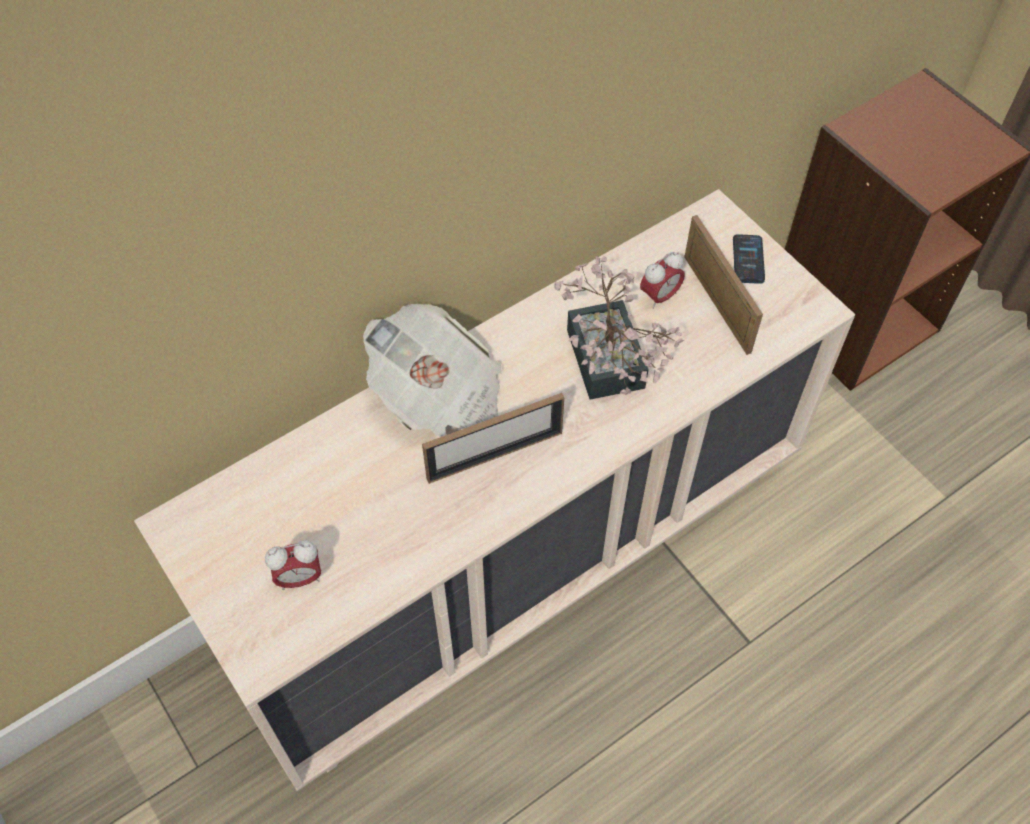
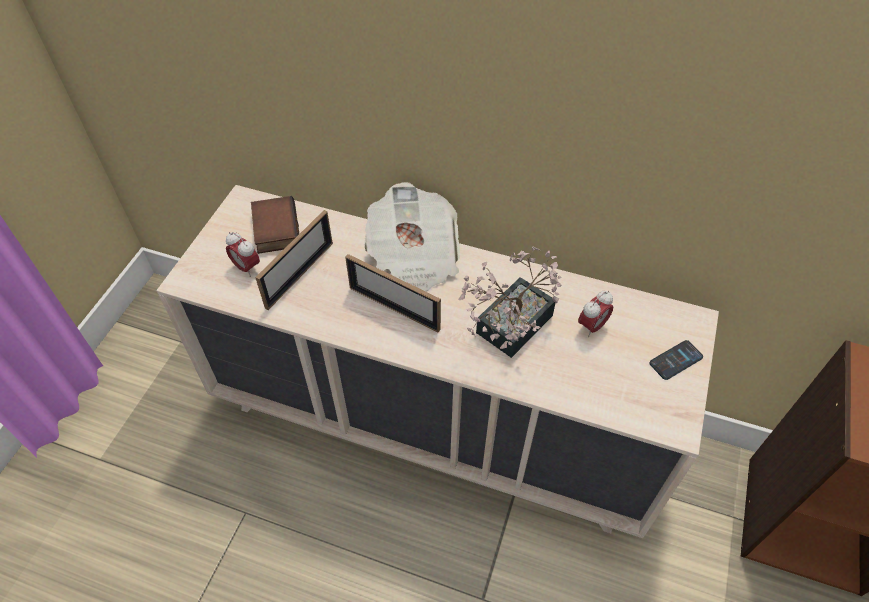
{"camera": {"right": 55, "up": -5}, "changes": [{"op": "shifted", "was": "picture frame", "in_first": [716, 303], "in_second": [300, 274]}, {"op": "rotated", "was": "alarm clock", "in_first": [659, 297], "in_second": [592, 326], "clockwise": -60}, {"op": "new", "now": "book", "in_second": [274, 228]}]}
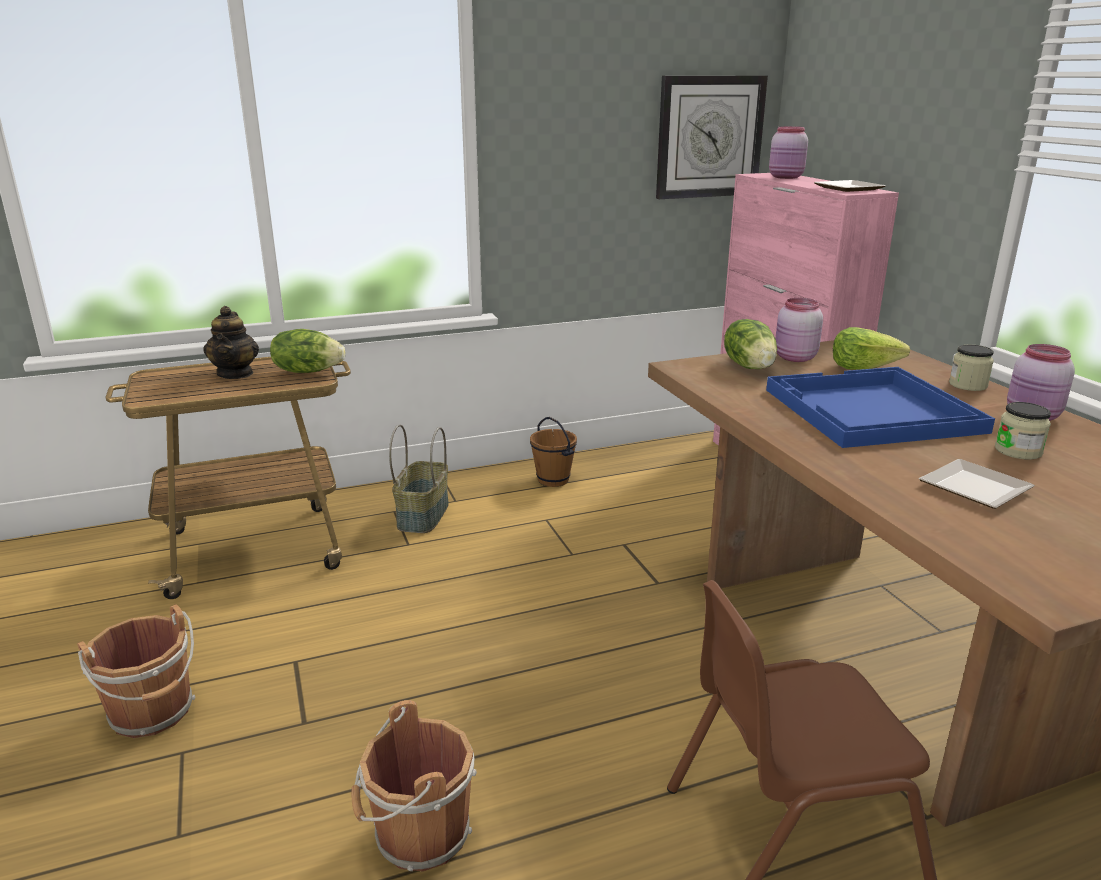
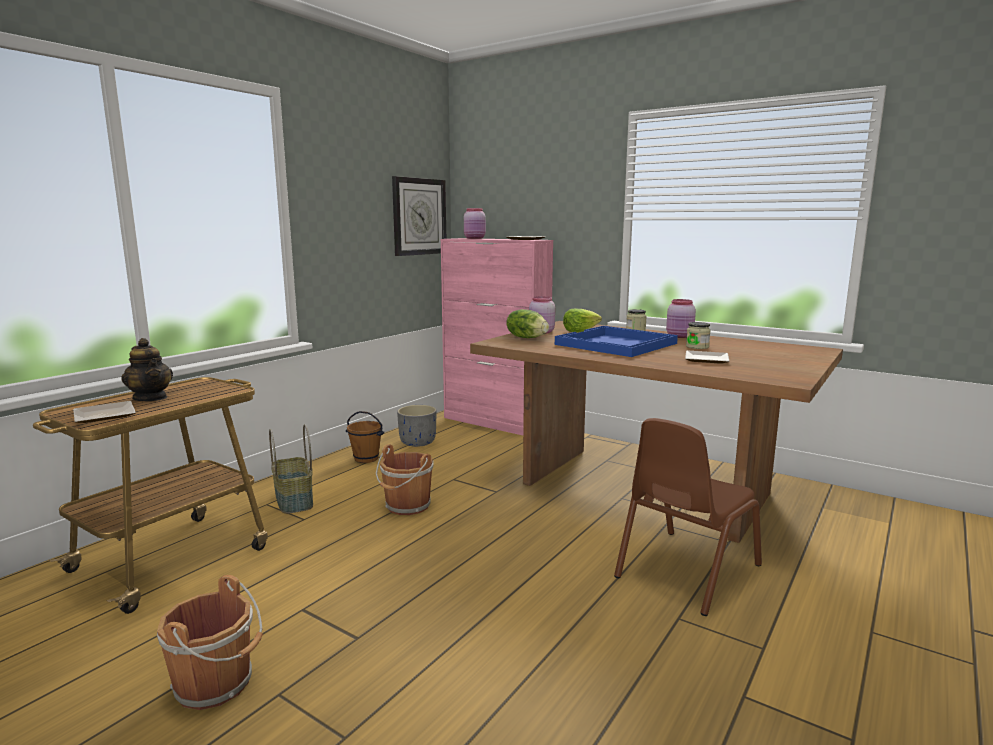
{"camera": {"right": -35, "up": -10}, "changes": [{"op": "gone", "was": "lettuce", "in_first": [308, 371]}, {"op": "shifted", "was": "brown bucket", "in_first": [418, 835], "in_second": [407, 506]}, {"op": "new", "now": "plate", "in_second": [103, 416]}, {"op": "new", "now": "grey planter", "in_second": [417, 442]}]}
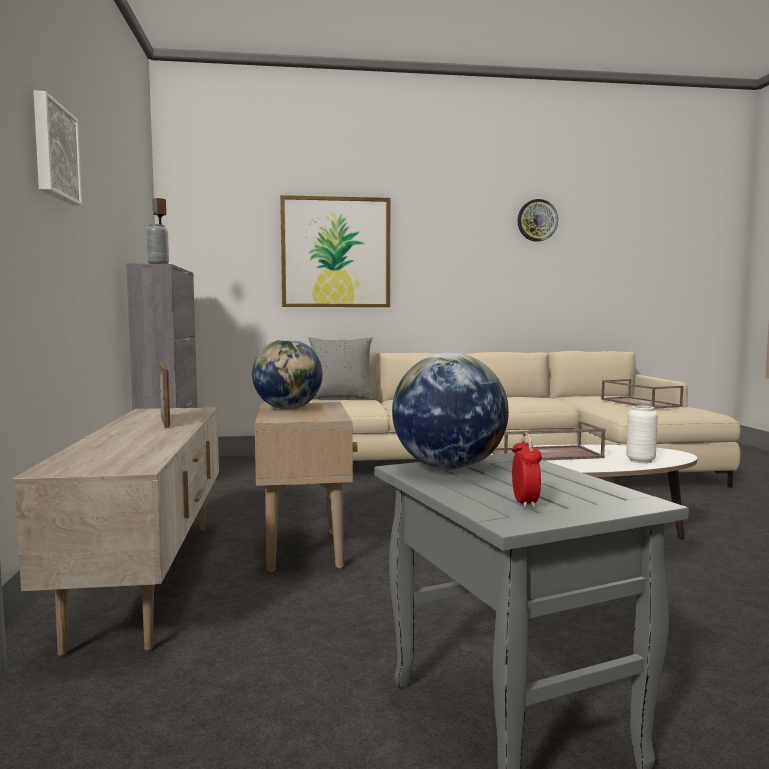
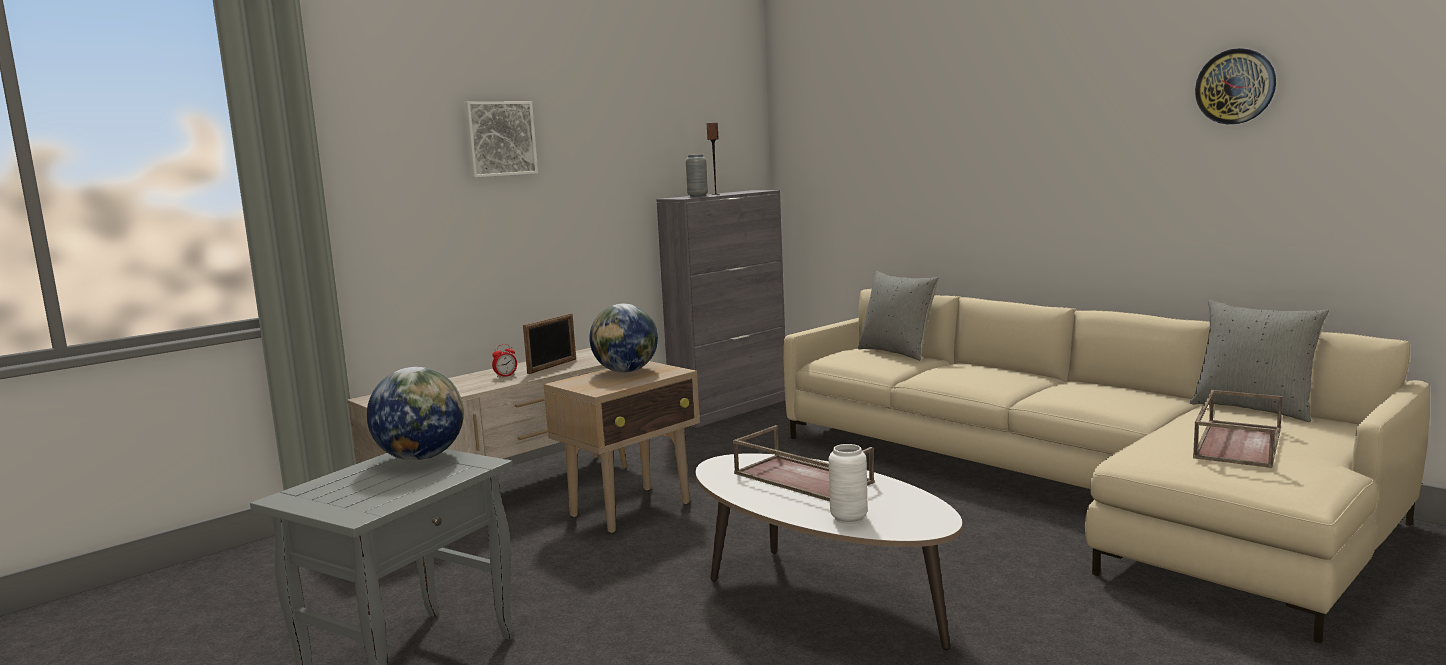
{"camera": {"right": 55, "up": 5}, "changes": [{"op": "gone", "was": "picture", "in_first": [336, 252]}, {"op": "shifted", "was": "alarm clock", "in_first": [525, 503], "in_second": [505, 376]}, {"op": "new", "now": "grey pillow", "in_second": [1253, 409]}]}
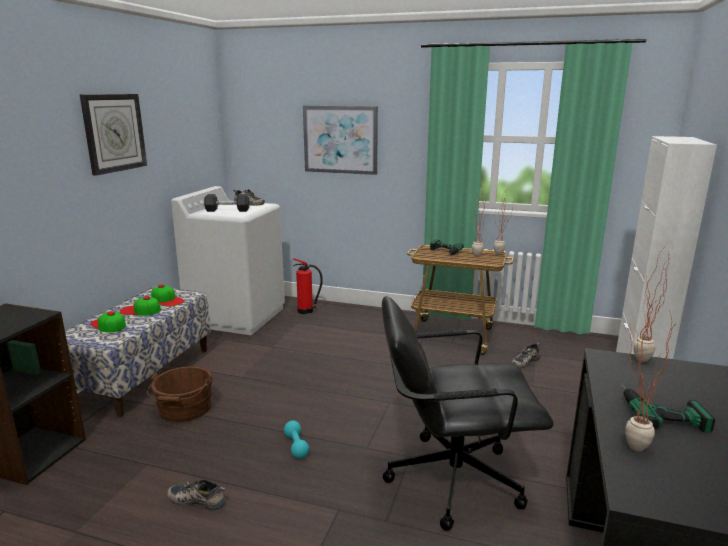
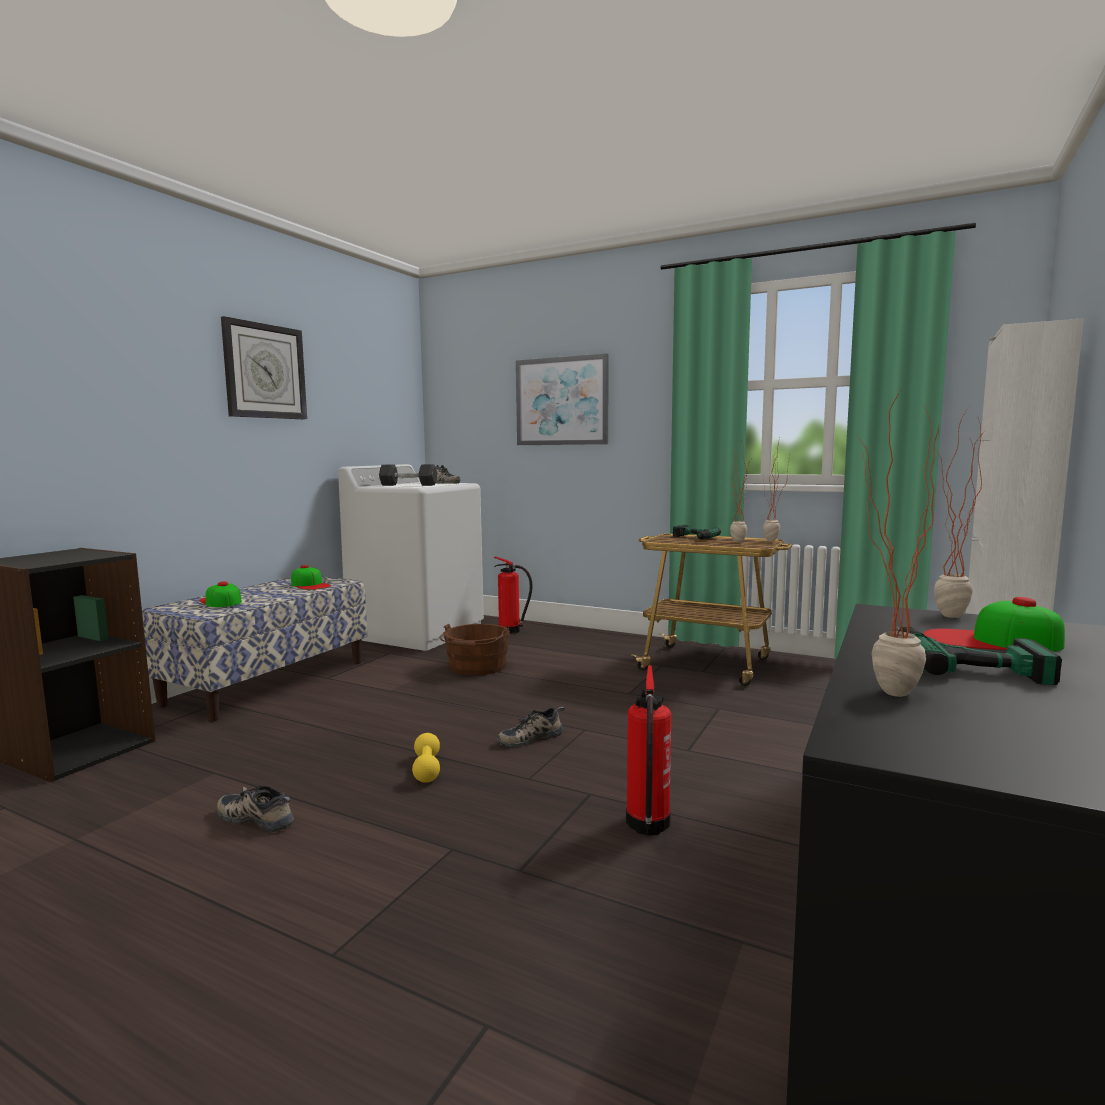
{"camera": {"right": 10, "up": -10}, "changes": [{"op": "shifted", "was": "cap", "in_first": [140, 310], "in_second": [991, 641]}, {"op": "swapped", "was": "black office chair", "now": "fire extinguisher", "in_first": [452, 478], "in_second": [647, 825]}, {"op": "shifted", "was": "shoe", "in_first": [525, 361], "in_second": [530, 737]}, {"op": "shifted", "was": "brown bucket", "in_first": [184, 410], "in_second": [476, 667]}, {"op": "repainted", "was": "turquoise dumbbell", "now": "yellow dumbbell", "in_first": [296, 446], "in_second": [427, 769]}]}
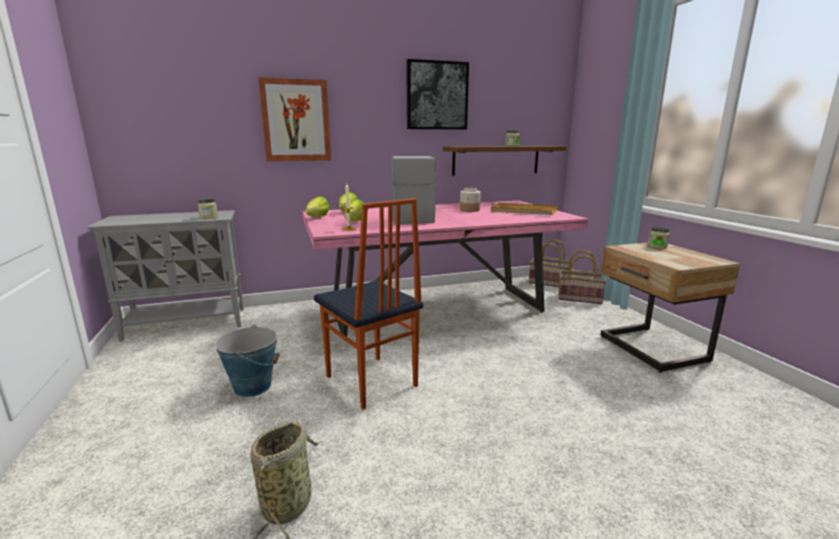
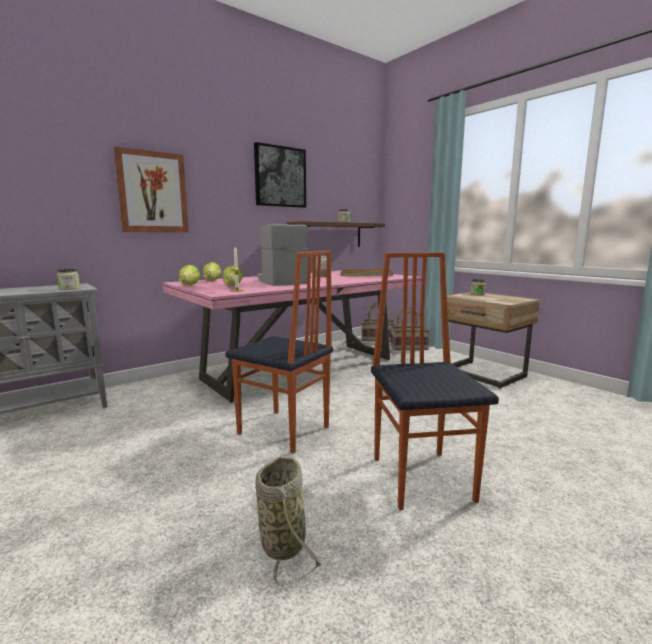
{"camera": {"right": -20, "up": -5}, "changes": [{"op": "gone", "was": "bucket", "in_first": [253, 386]}, {"op": "new", "now": "chair", "in_second": [423, 477]}]}
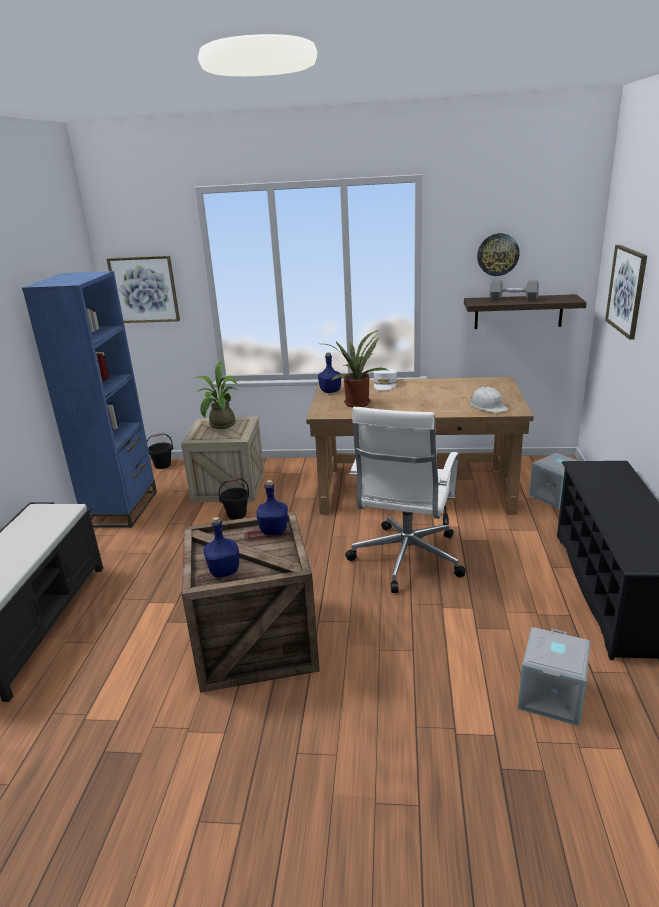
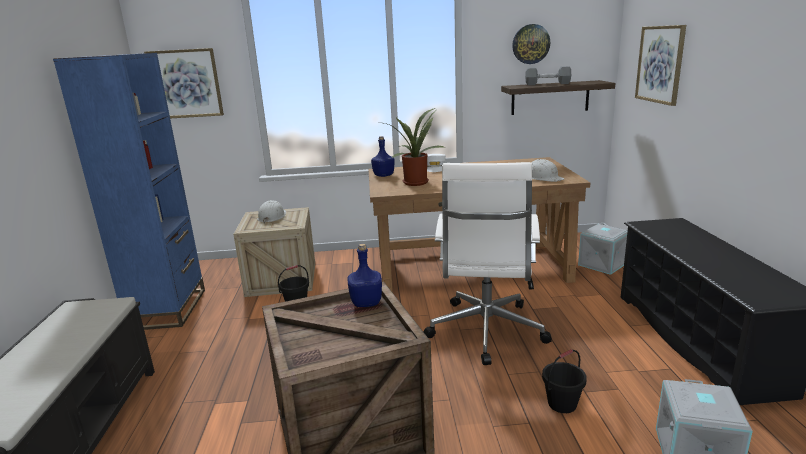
{"camera": {"right": -10, "up": -5}, "changes": [{"op": "swapped", "was": "potted plant", "now": "white hard hat", "in_first": [220, 426], "in_second": [272, 217]}, {"op": "shifted", "was": "black bucket", "in_first": [162, 465], "in_second": [562, 404]}, {"op": "gone", "was": "blue bottle", "in_first": [223, 571]}]}
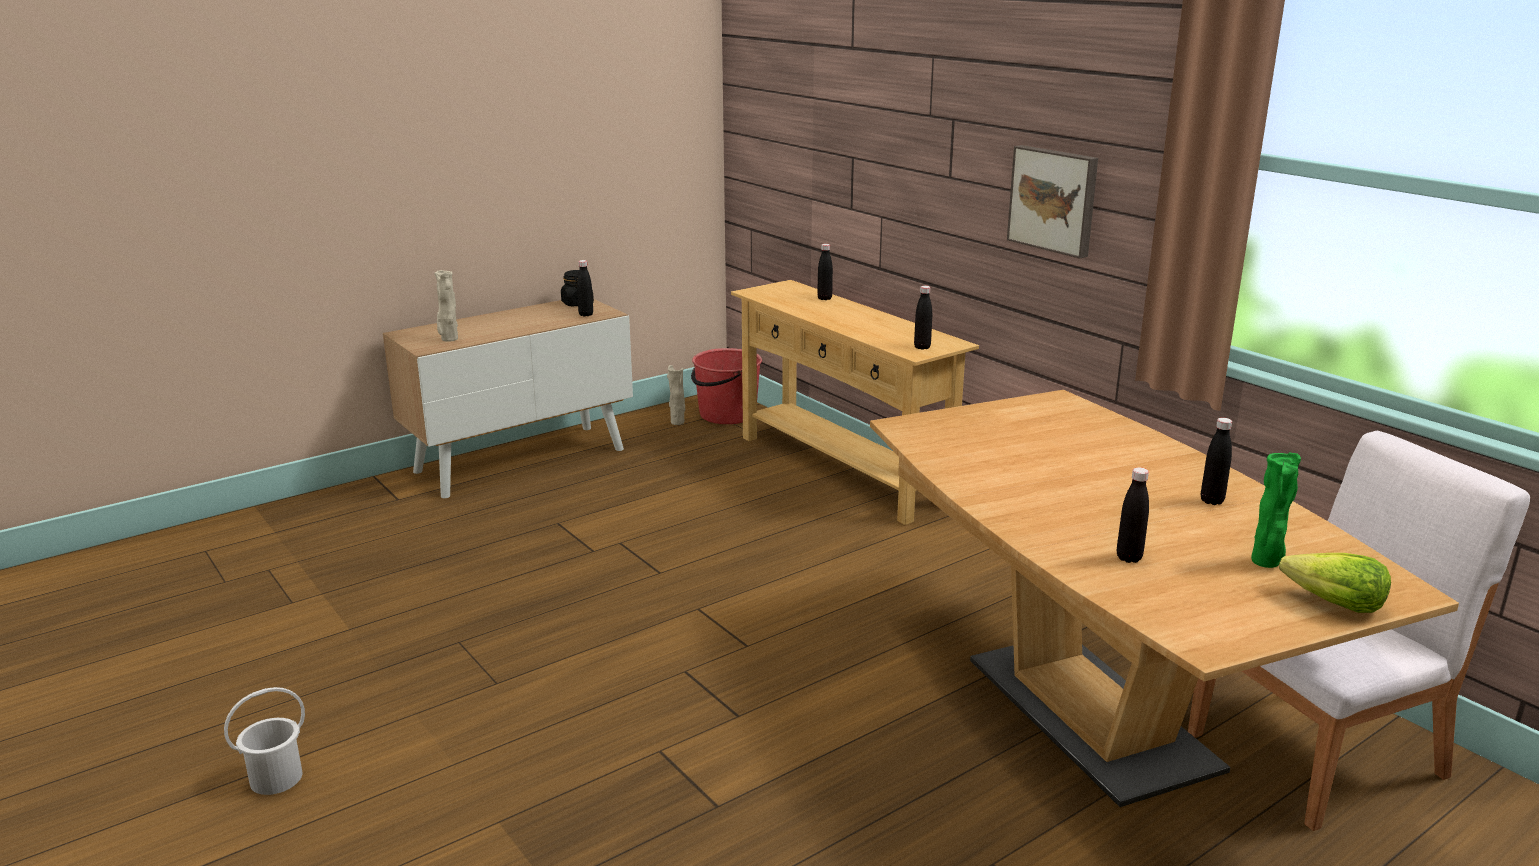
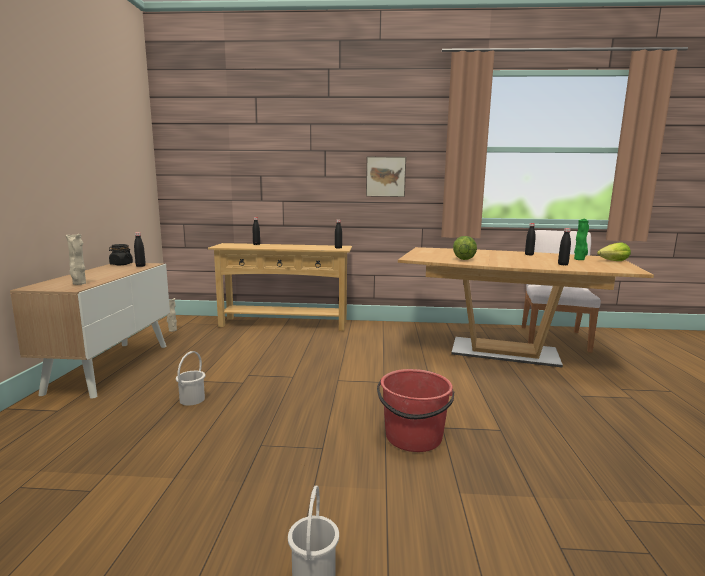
{"camera": {"right": -50, "up": -10}, "changes": [{"op": "shifted", "was": "red bucket", "in_first": [726, 414], "in_second": [413, 437]}, {"op": "new", "now": "lettuce", "in_second": [463, 259]}, {"op": "new", "now": "white bucket", "in_second": [191, 399]}]}
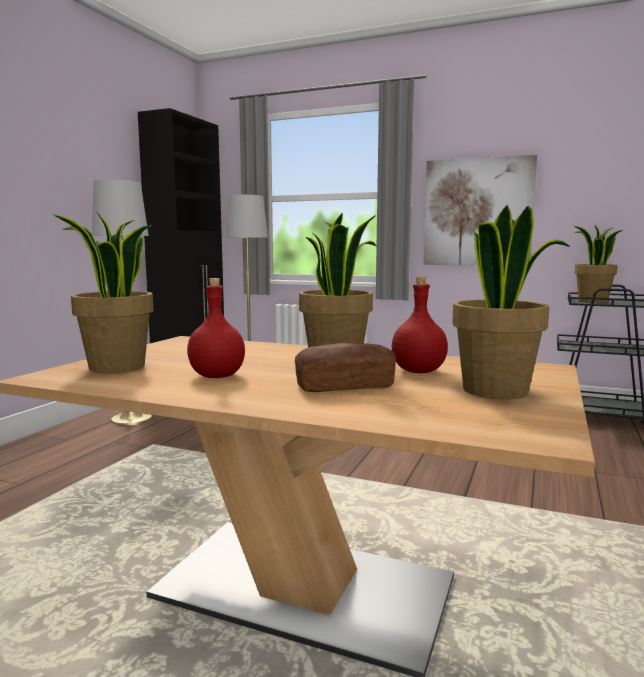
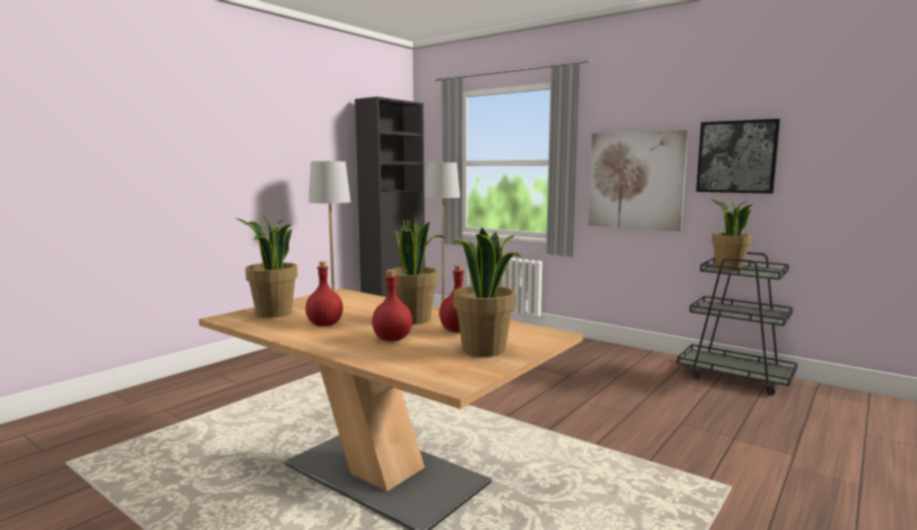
{"camera": {"right": 15, "up": 0}, "changes": [{"op": "swapped", "was": "bread", "now": "red bottle", "in_first": [345, 387], "in_second": [391, 339]}, {"op": "new", "now": "picture", "in_second": [736, 157]}]}
